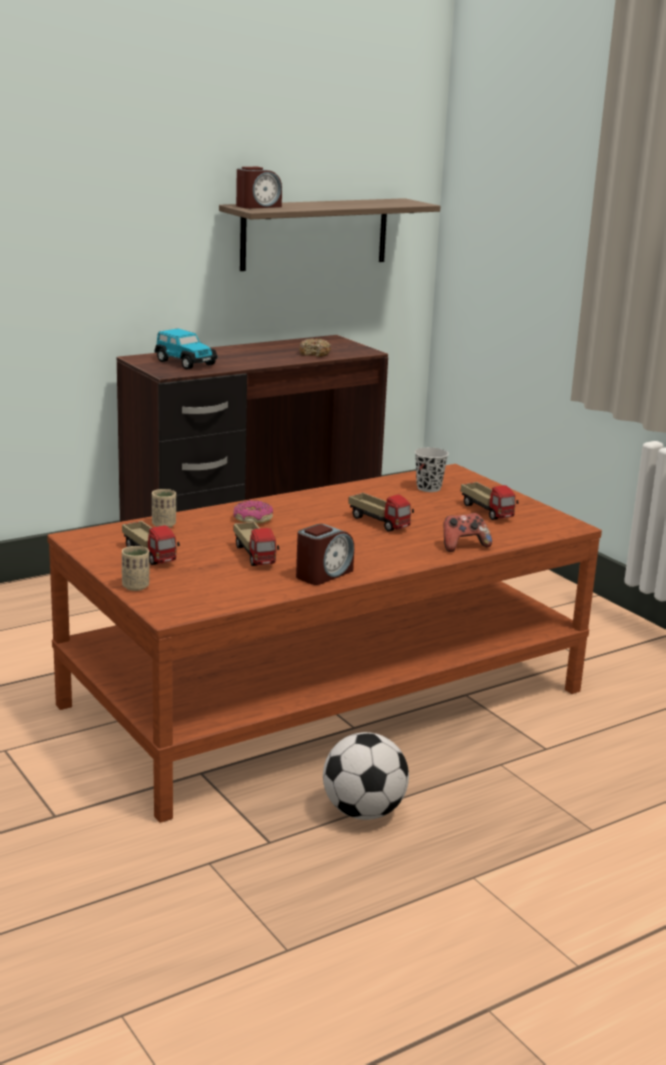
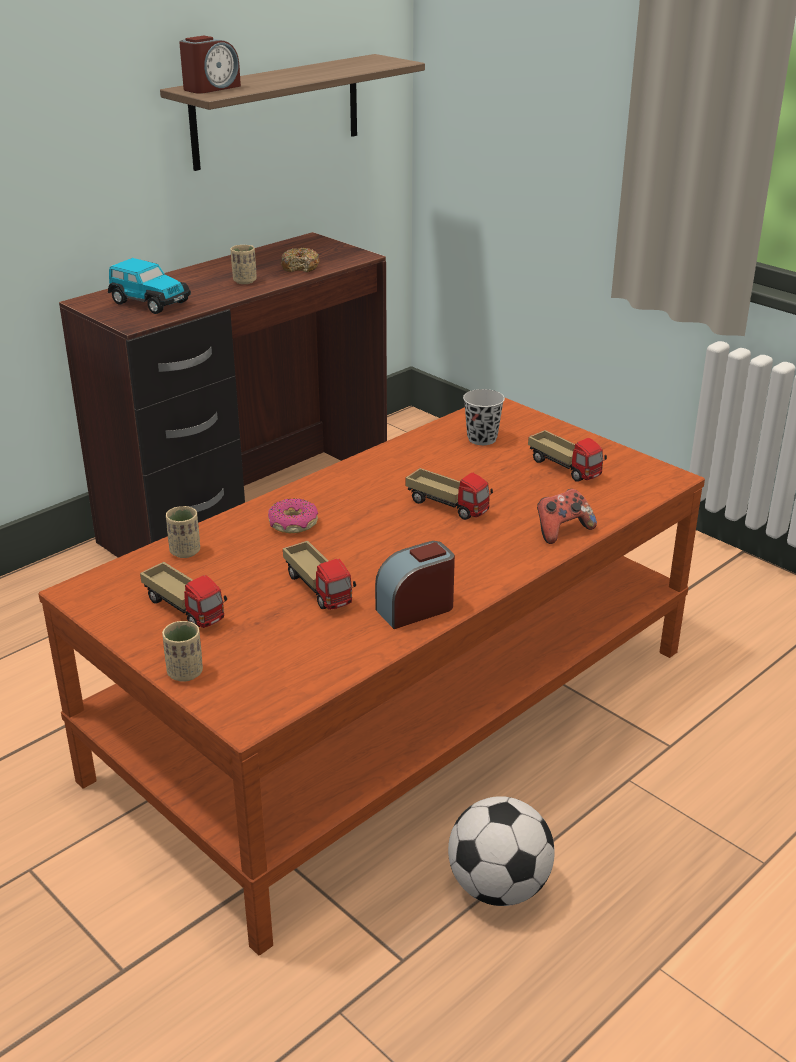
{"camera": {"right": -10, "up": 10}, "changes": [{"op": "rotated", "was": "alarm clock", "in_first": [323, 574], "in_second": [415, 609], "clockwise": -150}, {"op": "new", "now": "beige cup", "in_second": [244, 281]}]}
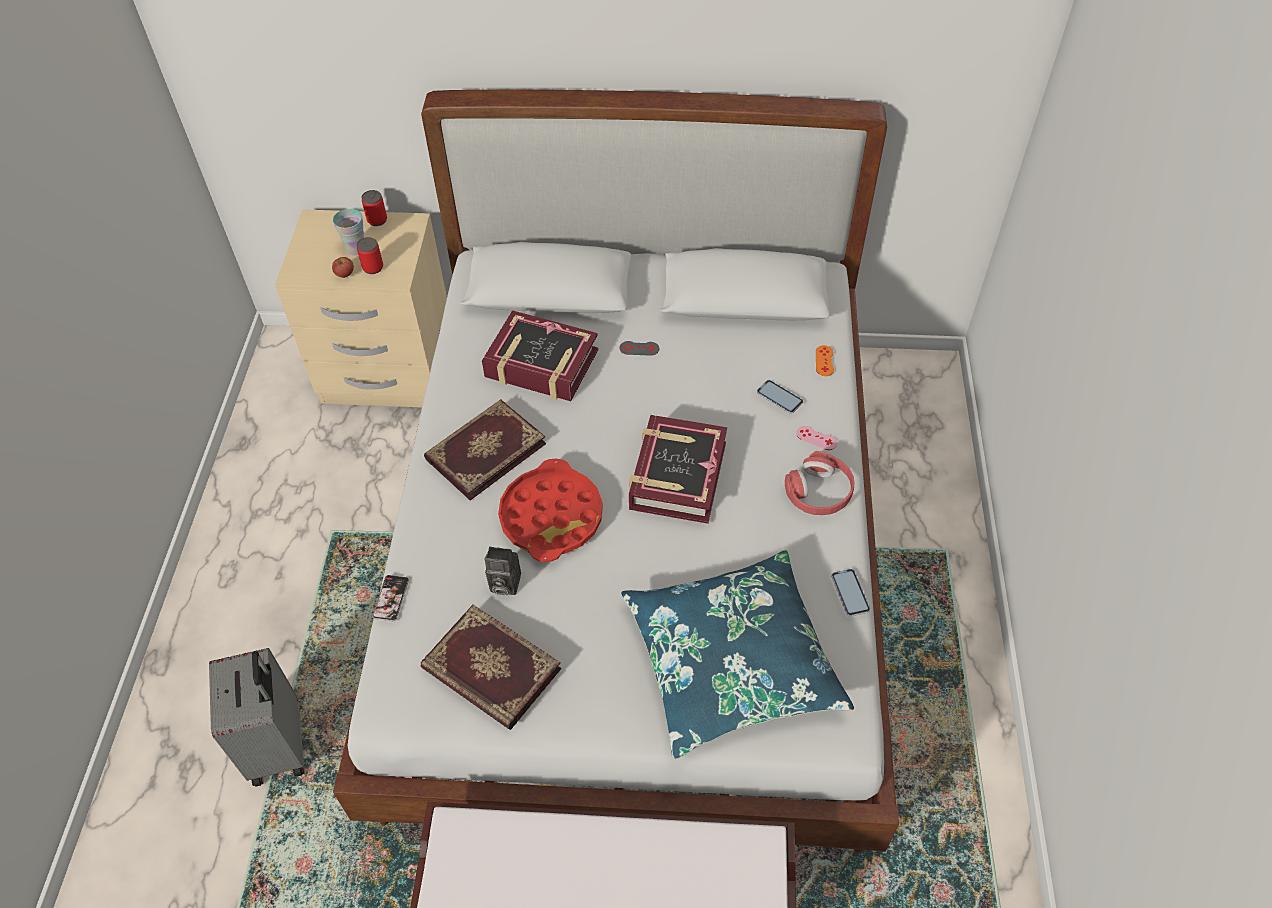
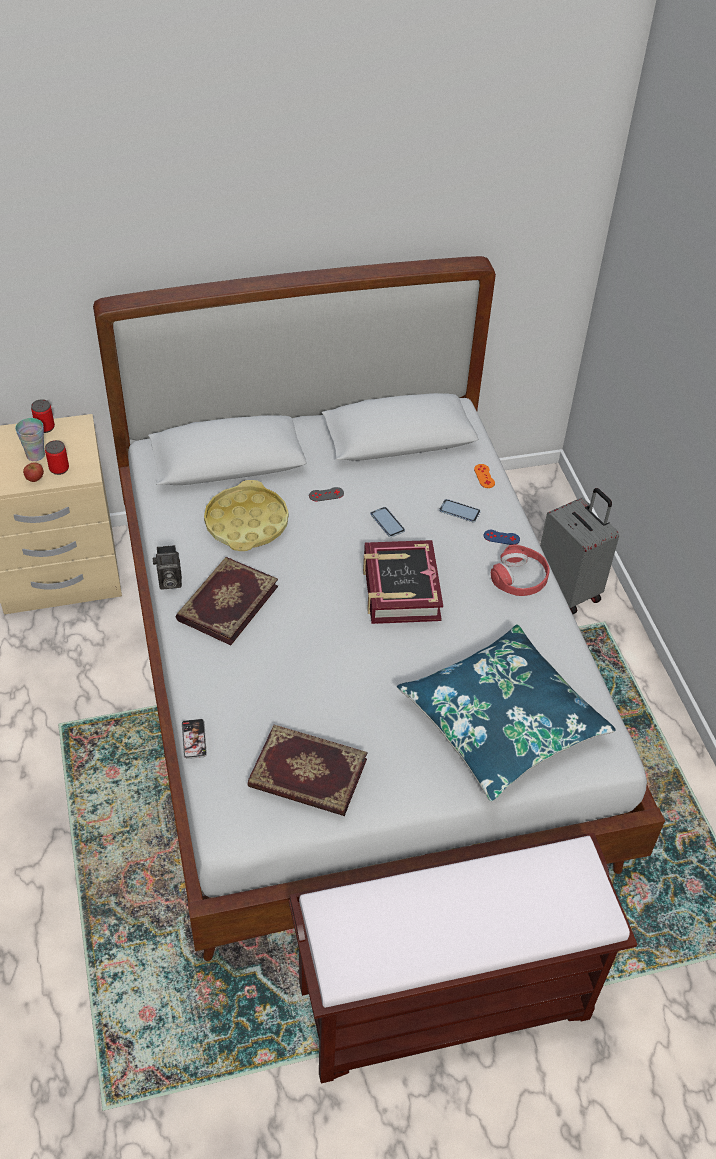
{"camera": {"right": -20, "up": -5}, "changes": [{"op": "swapped", "was": "book", "now": "yellow tray", "in_first": [541, 364], "in_second": [246, 523]}, {"op": "repainted", "was": "pink game controller", "now": "blue game controller", "in_first": [816, 438], "in_second": [501, 537]}, {"op": "gone", "was": "red tray", "in_first": [551, 516]}, {"op": "shifted", "was": "photo camera", "in_first": [503, 584], "in_second": [168, 582]}, {"op": "shifted", "was": "phone", "in_first": [850, 593], "in_second": [387, 523]}, {"op": "shifted", "was": "grey suitcase", "in_first": [280, 745], "in_second": [569, 589]}]}
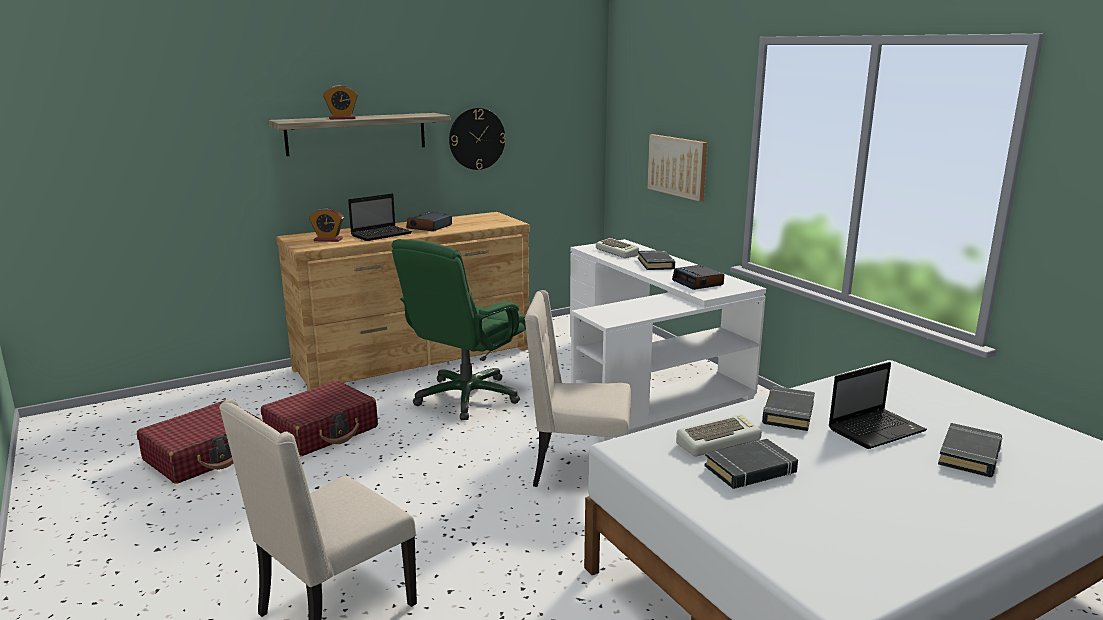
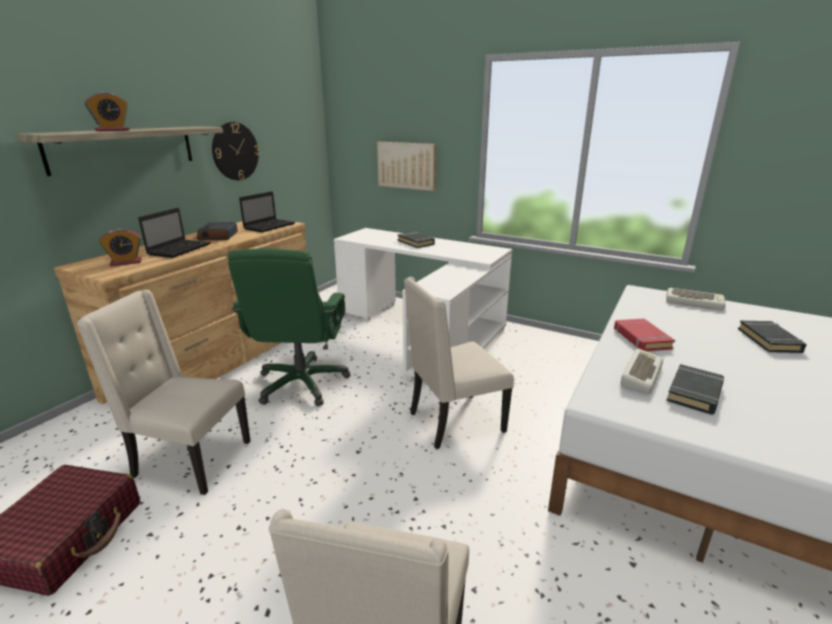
{"camera": {"right": -30, "up": 5}, "changes": [{"op": "shifted", "was": "keyboard", "in_first": [618, 252], "in_second": [694, 303]}, {"op": "gone", "was": "alarm clock", "in_first": [698, 283]}, {"op": "shifted", "was": "laptop", "in_first": [877, 429], "in_second": [270, 226]}, {"op": "swapped", "was": "red suitcase", "now": "beige chair", "in_first": [322, 431], "in_second": [190, 460]}, {"op": "repainted", "was": "black book", "now": "red book", "in_first": [788, 413], "in_second": [641, 338]}]}
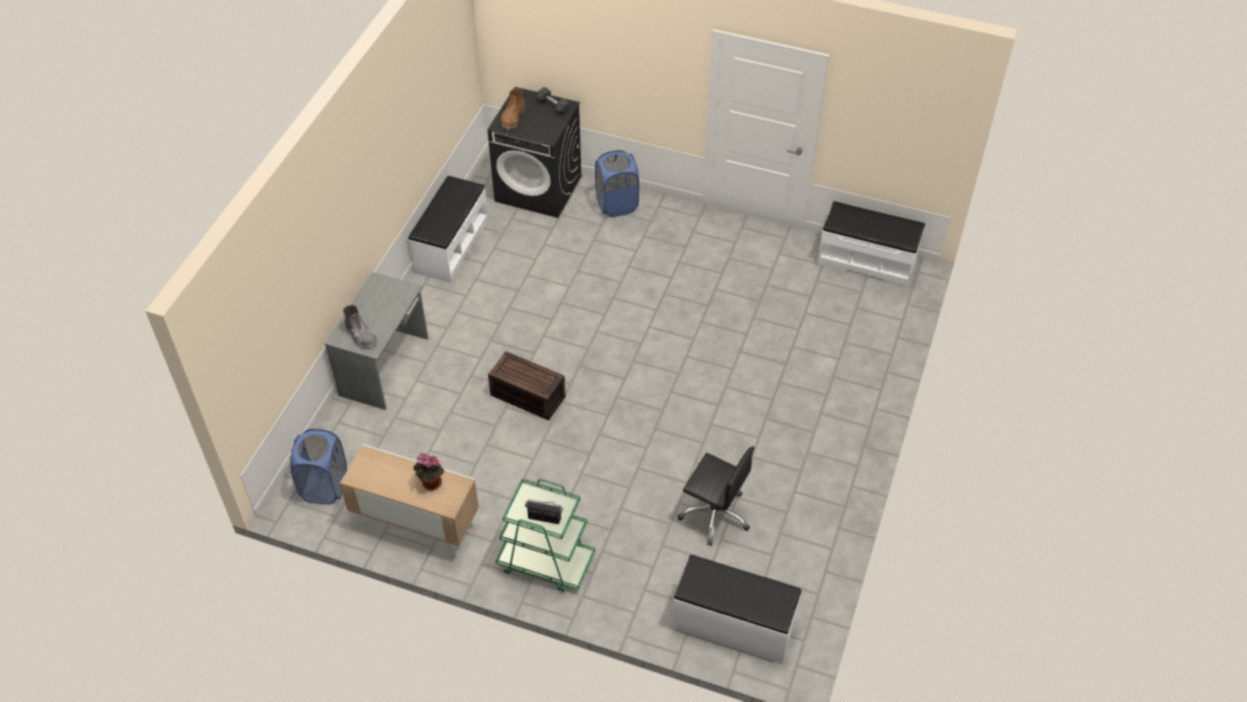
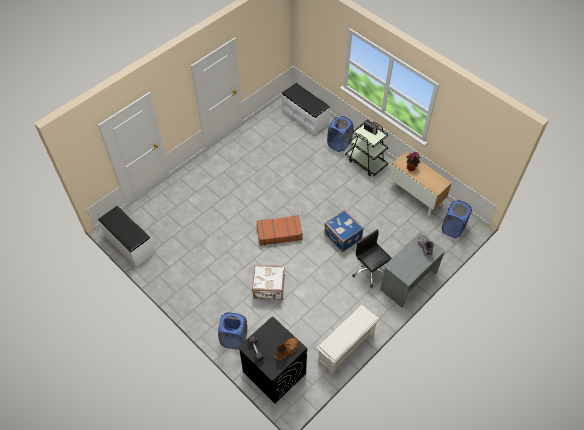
{"camera": {"right": -155, "up": 5}, "changes": [{"op": "swapped", "was": "white bench", "now": "white shoe rack", "in_first": [451, 246], "in_second": [345, 348]}, {"op": "swapped", "was": "brown storage box", "now": "blue suitcase", "in_first": [526, 396], "in_second": [342, 237]}, {"op": "shifted", "was": "black office chair", "in_first": [715, 514], "in_second": [369, 271]}, {"op": "repainted", "was": "green cart", "now": "black cart", "in_first": [545, 562], "in_second": [366, 162]}, {"op": "new", "now": "blue laundry basket", "in_second": [339, 144]}, {"op": "new", "now": "brown suitcase", "in_second": [279, 233]}, {"op": "new", "now": "white suitcase", "in_second": [269, 288]}]}
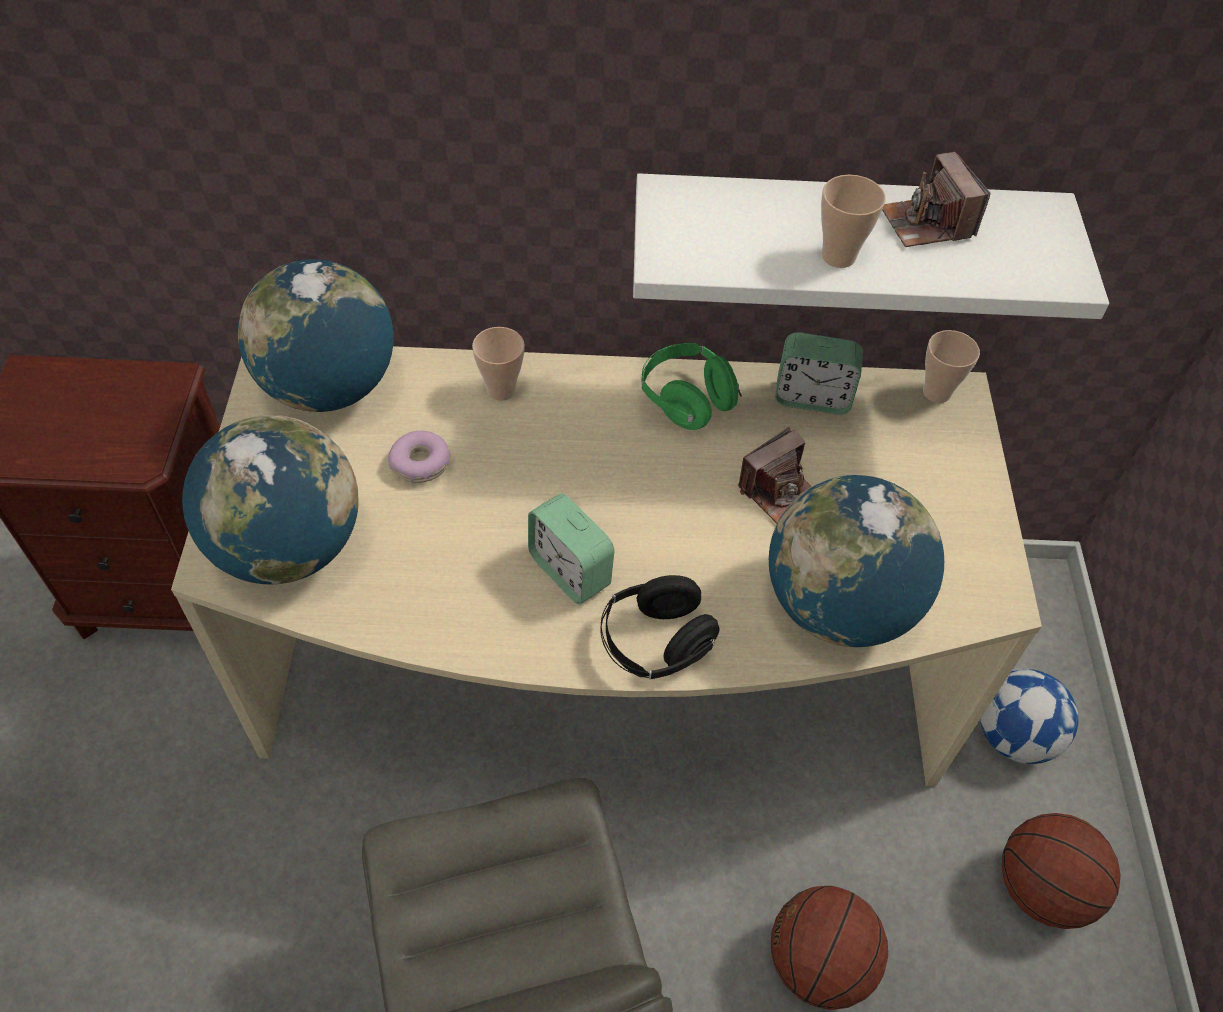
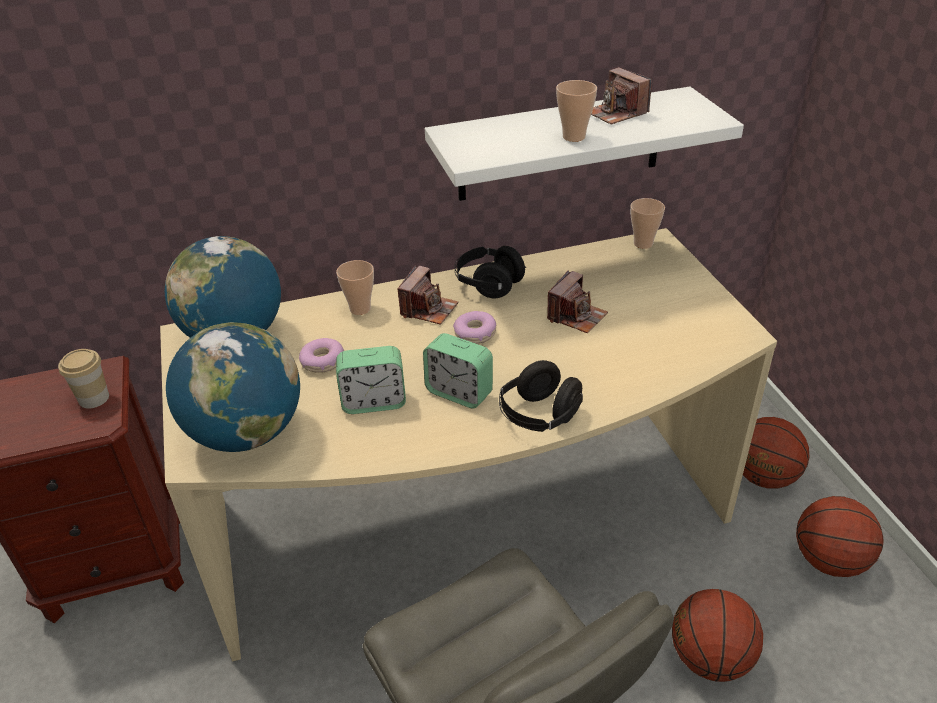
{"camera": {"right": -15, "up": -15}, "changes": [{"op": "shifted", "was": "alarm clock", "in_first": [812, 397], "in_second": [374, 402]}, {"op": "repainted", "was": "green headphones", "now": "black headphones", "in_first": [686, 400], "in_second": [488, 284]}, {"op": "gone", "was": "globe", "in_first": [838, 606]}, {"op": "swapped", "was": "football", "now": "basketball", "in_first": [1013, 736], "in_second": [763, 477]}, {"op": "new", "now": "photo camera", "in_second": [428, 309]}, {"op": "new", "now": "donut", "in_second": [475, 334]}, {"op": "new", "now": "cup", "in_second": [94, 398]}]}
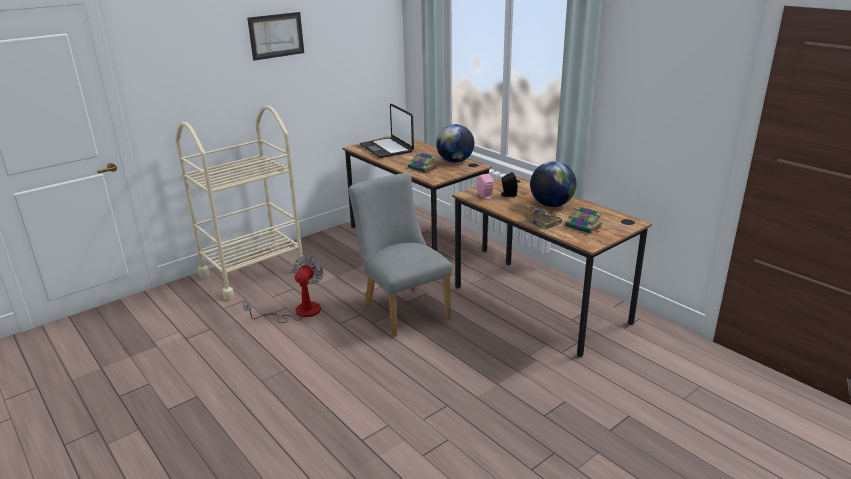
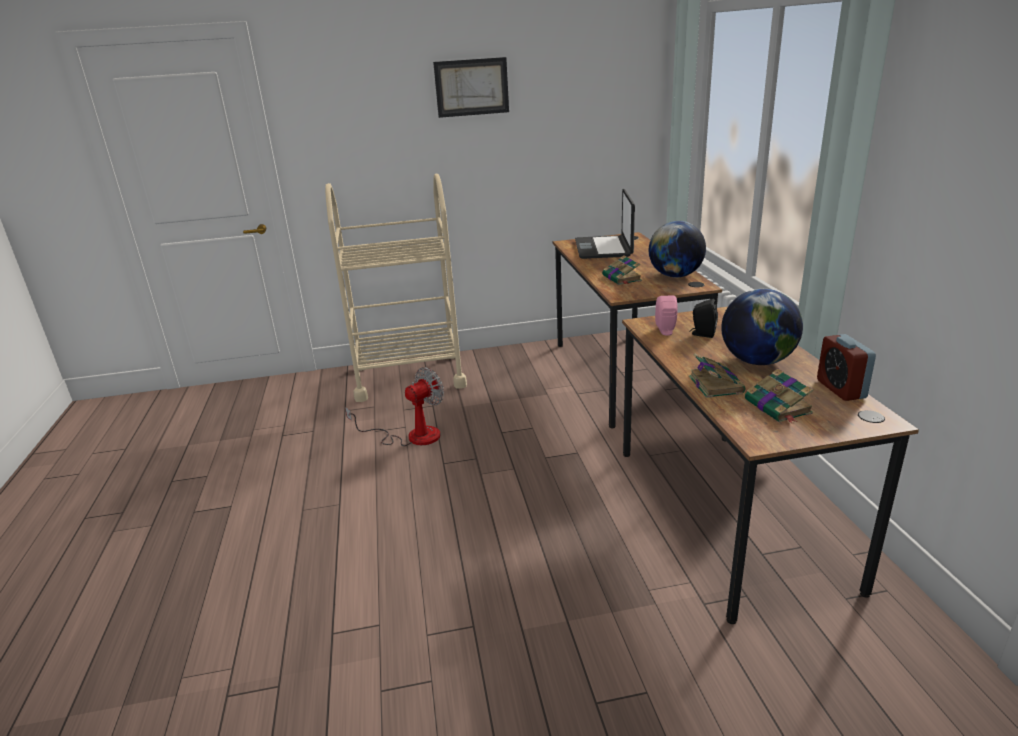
{"camera": {"right": 30, "up": 0}, "changes": [{"op": "gone", "was": "grey chair", "in_first": [402, 308]}, {"op": "new", "now": "alarm clock", "in_second": [840, 389]}]}
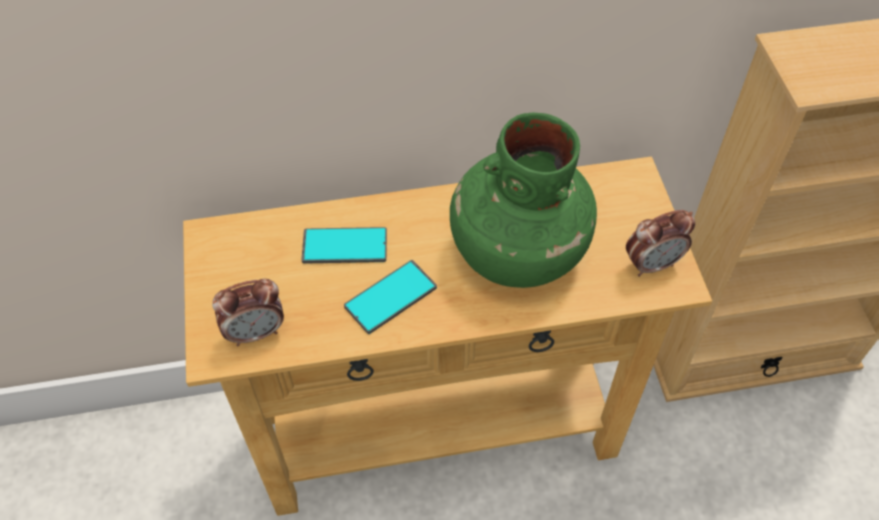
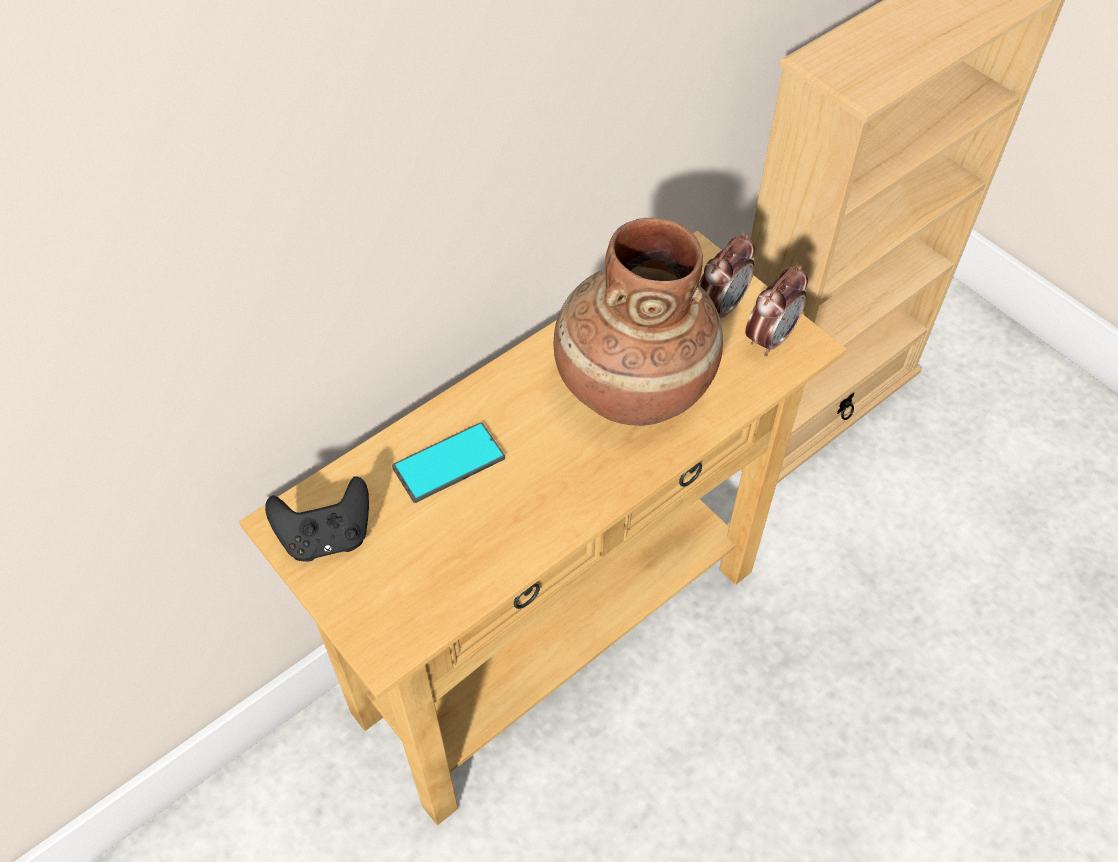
{"camera": {"right": -30, "up": 0}, "changes": [{"op": "repainted", "was": "green vase", "now": "brown vase", "in_first": [516, 251], "in_second": [632, 385]}, {"op": "gone", "was": "phone", "in_first": [390, 297]}, {"op": "shifted", "was": "alarm clock", "in_first": [256, 332], "in_second": [720, 307]}, {"op": "new", "now": "black game controller", "in_second": [327, 537]}]}
